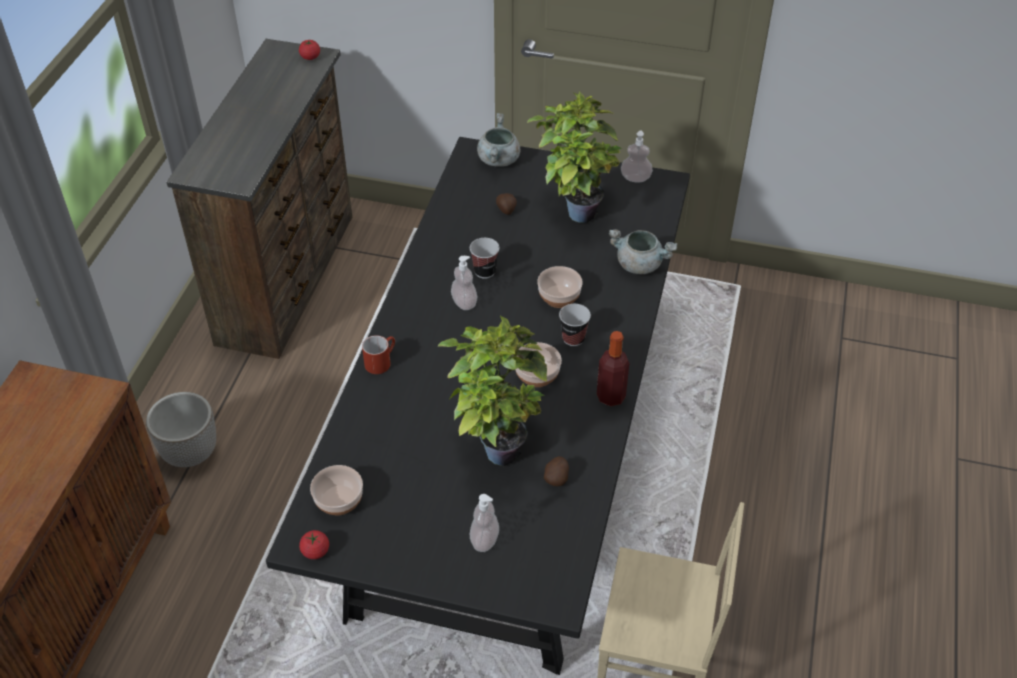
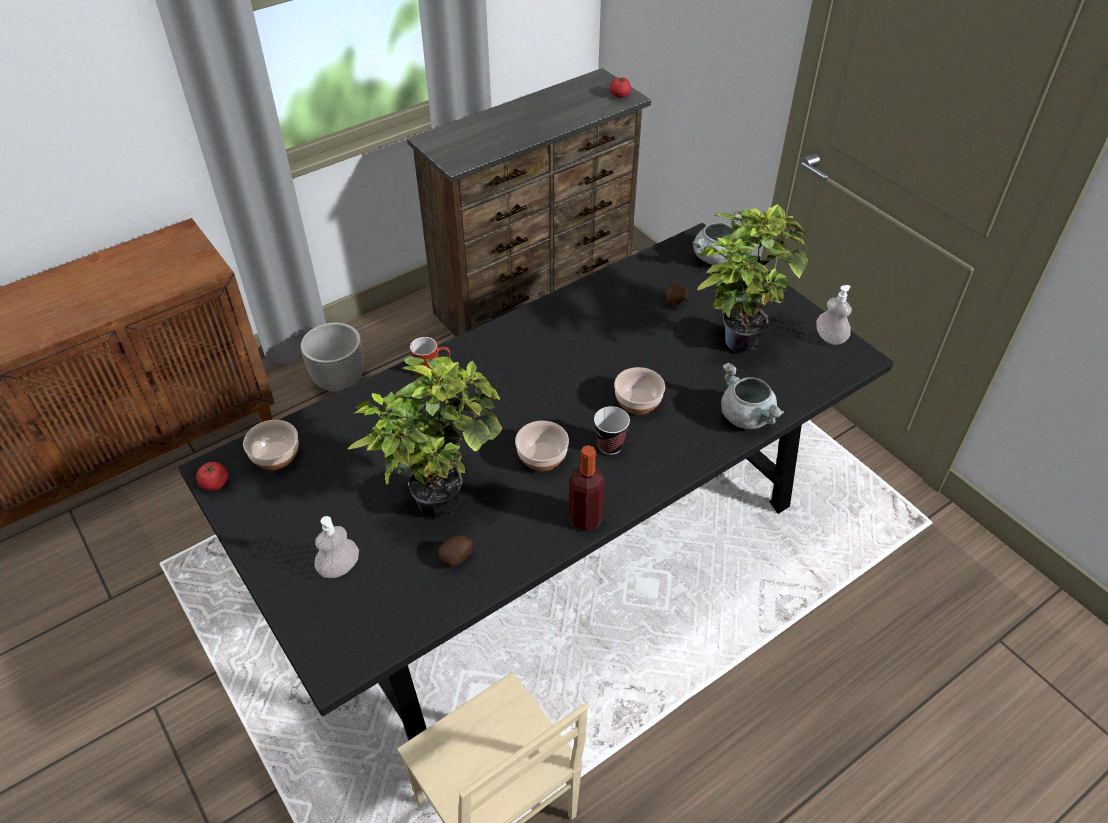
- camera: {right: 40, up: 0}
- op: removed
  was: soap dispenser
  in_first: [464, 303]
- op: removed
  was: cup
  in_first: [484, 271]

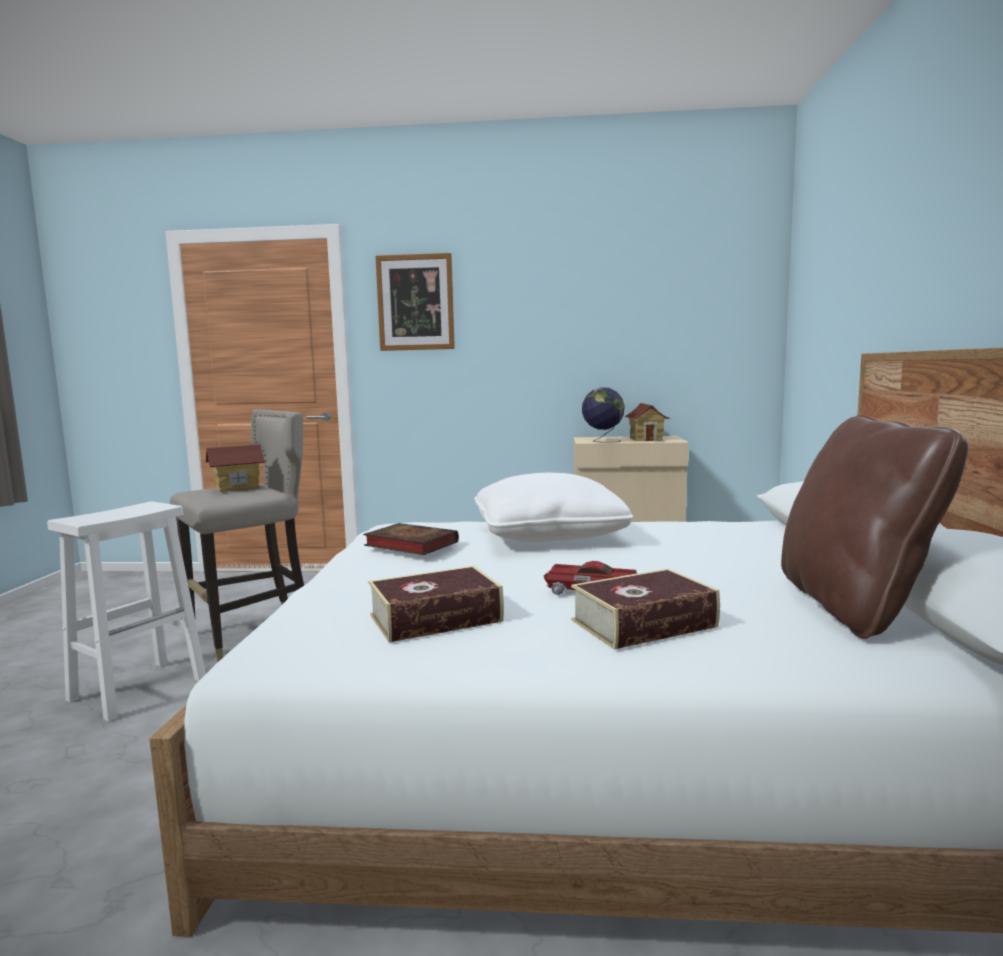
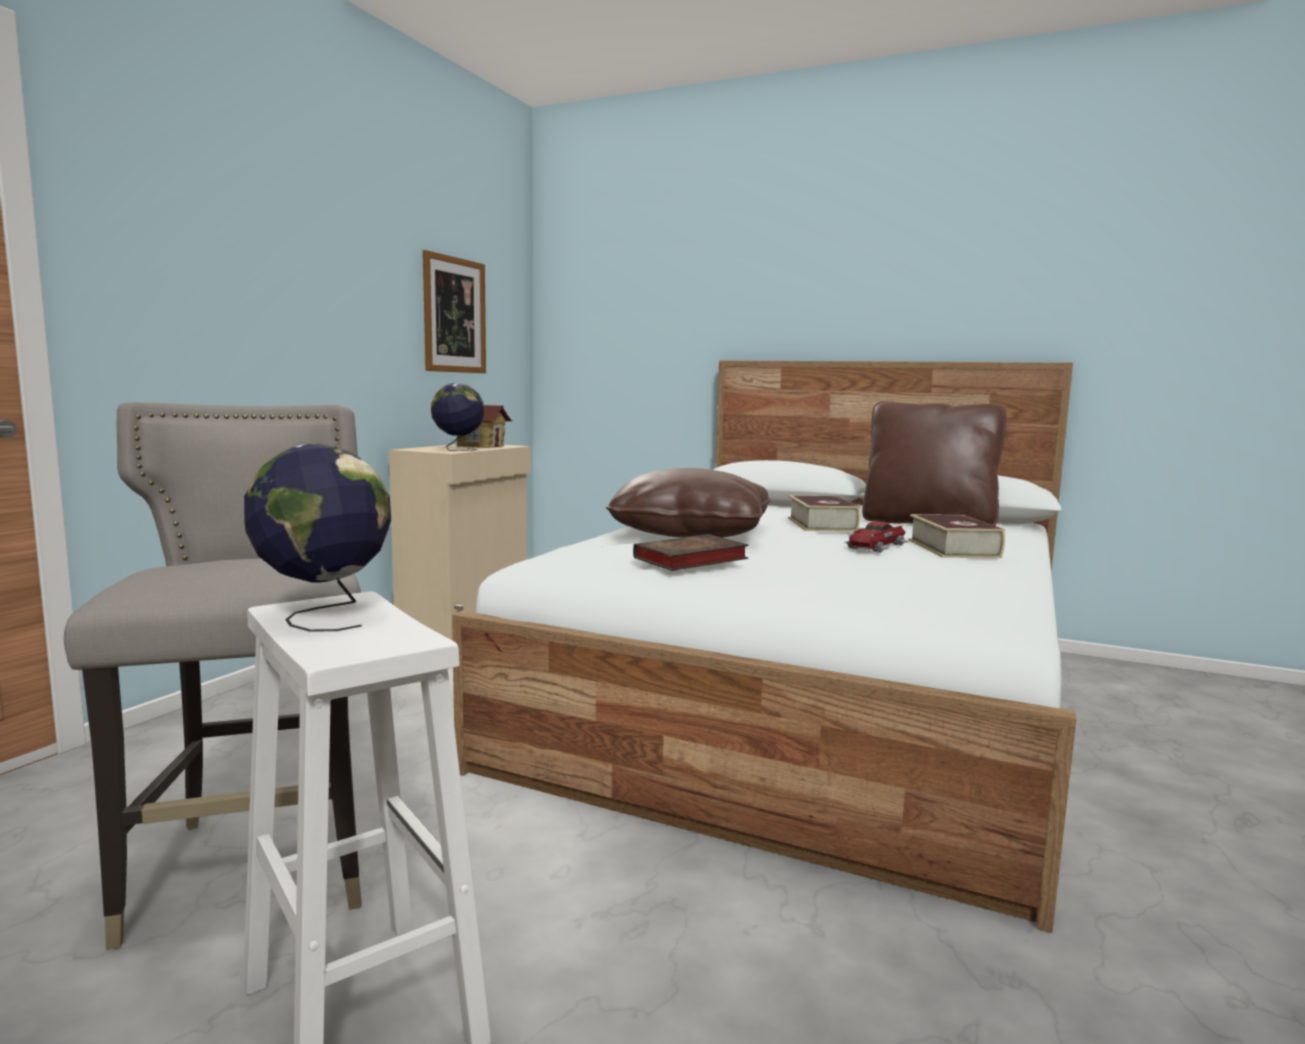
- camera: {right: -70, up: 0}
- op: removed
  was: toy house
  in_first: [237, 488]
- op: added
  now: globe
  in_second: [324, 616]
- op: moved
  was: book
  in_first: [435, 618]
  in_second: [821, 524]
- op: moved
  was: picture
  in_first: [415, 302]
  in_second: [454, 315]
- op: recoloured
  was: pillow/white
  now: pillow/brown
  in_first: [548, 535]
  in_second: [691, 534]

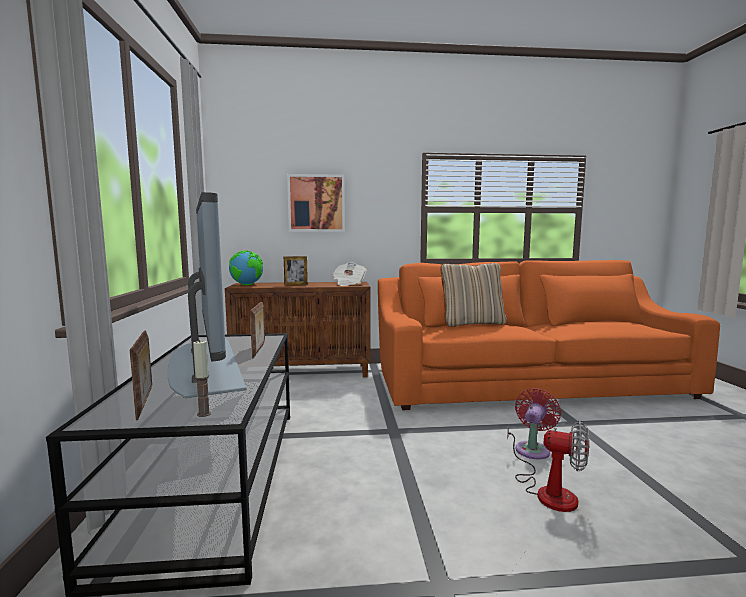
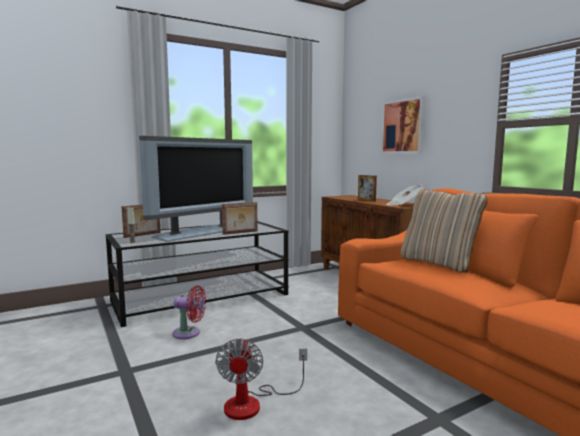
- camera: {right: 65, up: 0}
- op: removed
  was: globe
  in_first: [247, 285]
- op: moved
  was: fan/red
  in_first: [533, 449]
  in_second: [189, 333]

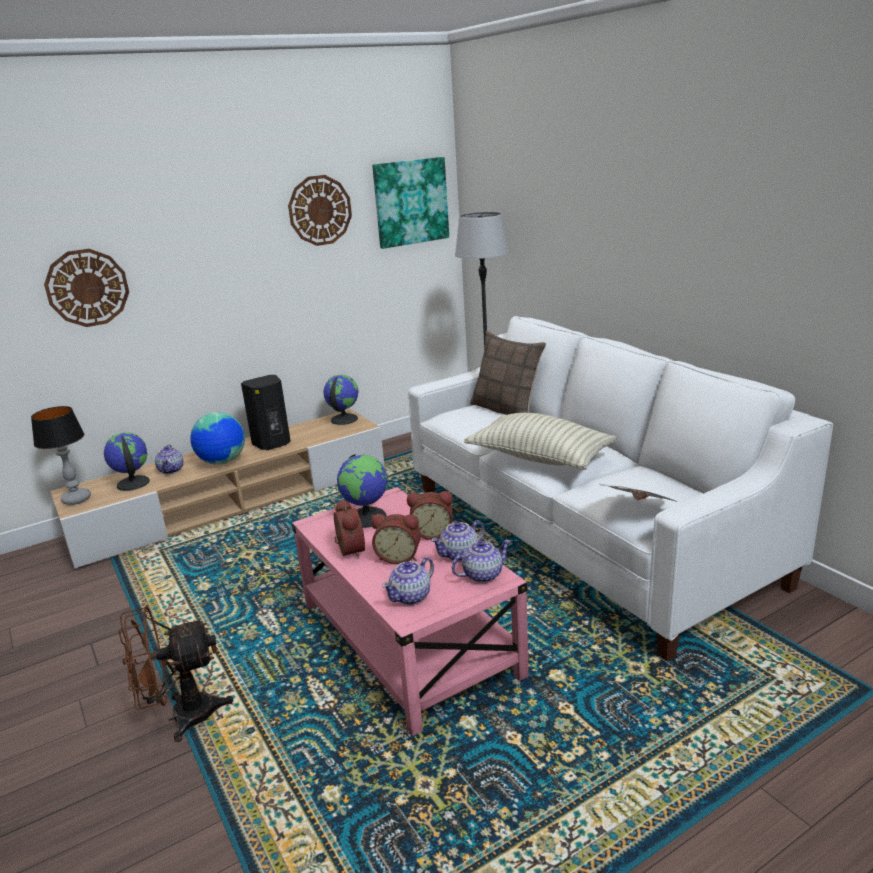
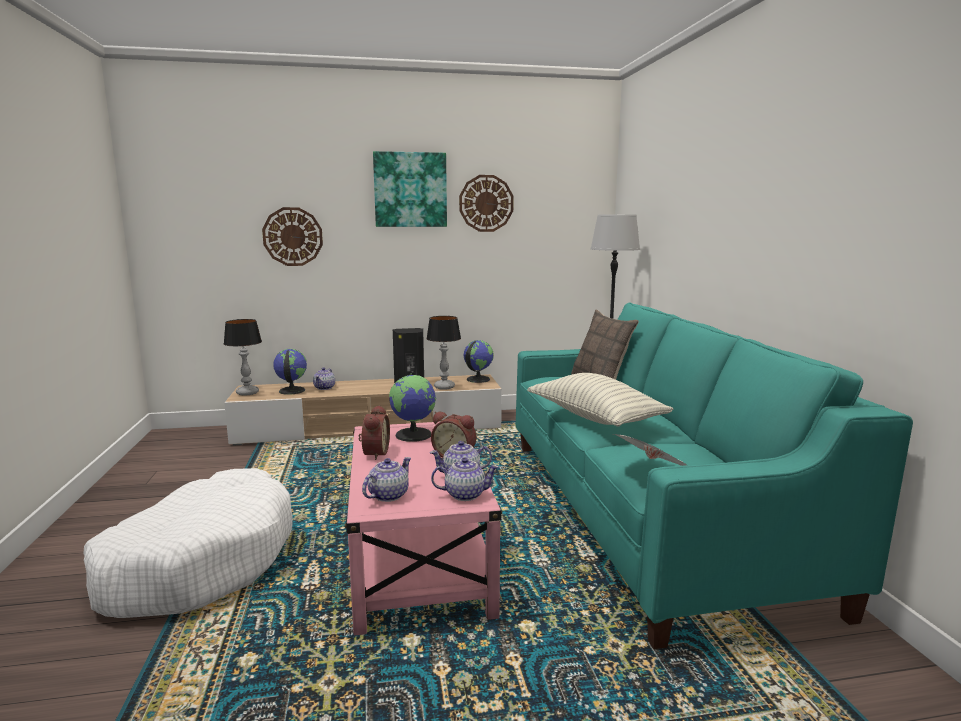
- camera: {right: 20, up: -10}
- op: removed
  was: globe
  in_first: [222, 462]
- op: removed
  was: alarm clock
  in_first: [399, 557]
- op: added
  now: table lamp
  in_second: [443, 387]
- op: moved
  was: picture
  in_first: [410, 202]
  in_second: [410, 190]
- op: replaced
  was: fan/brown
  now: dog bed/white
  in_first: [182, 717]
  in_second: [200, 561]
- op: recoloured
  was: sofa/white
  now: sofa/turquoise
  in_first: [584, 534]
  in_second: [644, 513]
- op: turned
  was: teapot
  in_first: [411, 596]
  in_second: [387, 495]
  clockwise: 150

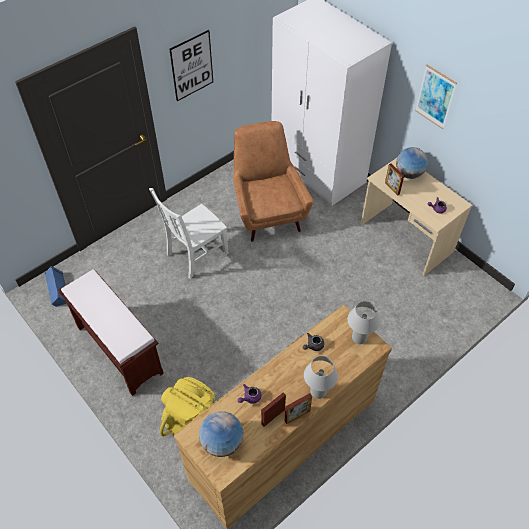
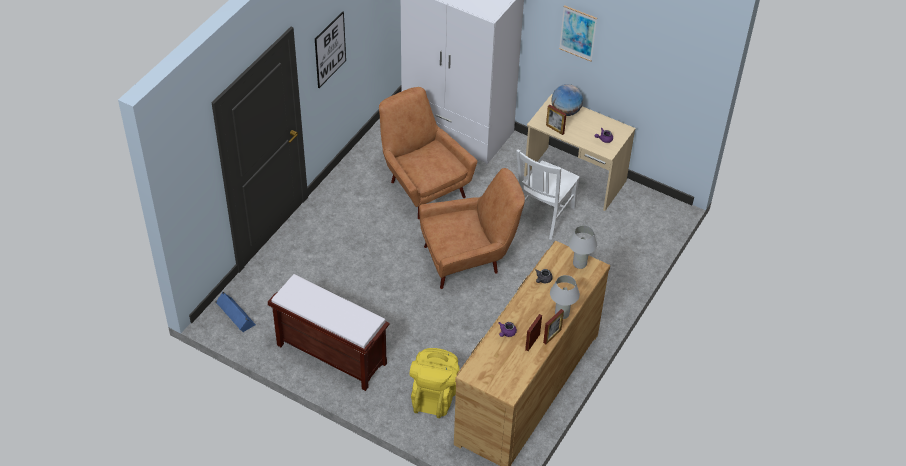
- camera: {right: -20, up: -5}
- op: removed
  was: globe
  in_first: [222, 442]
- op: added
  now: armchair/brown
  in_second: [469, 259]
- op: moved
  was: chair/white
  in_first: [195, 255]
  in_second: [543, 216]

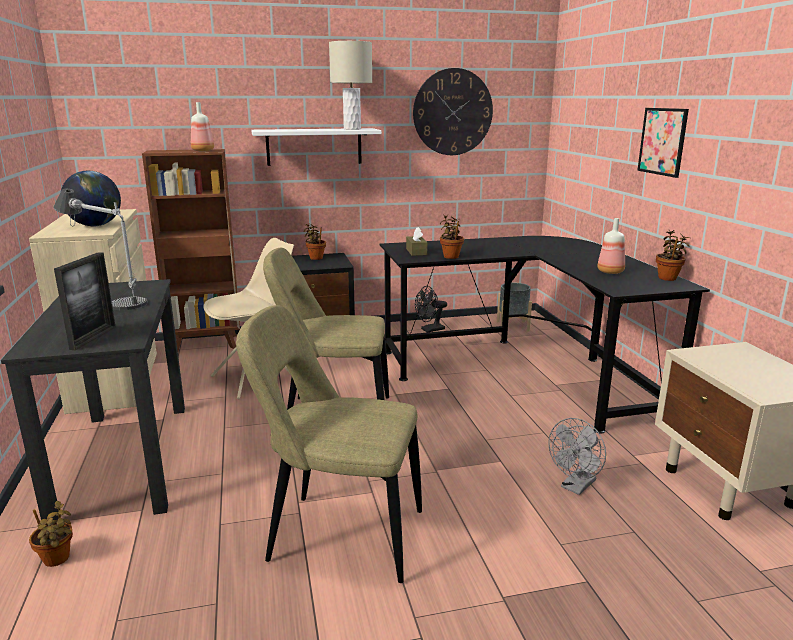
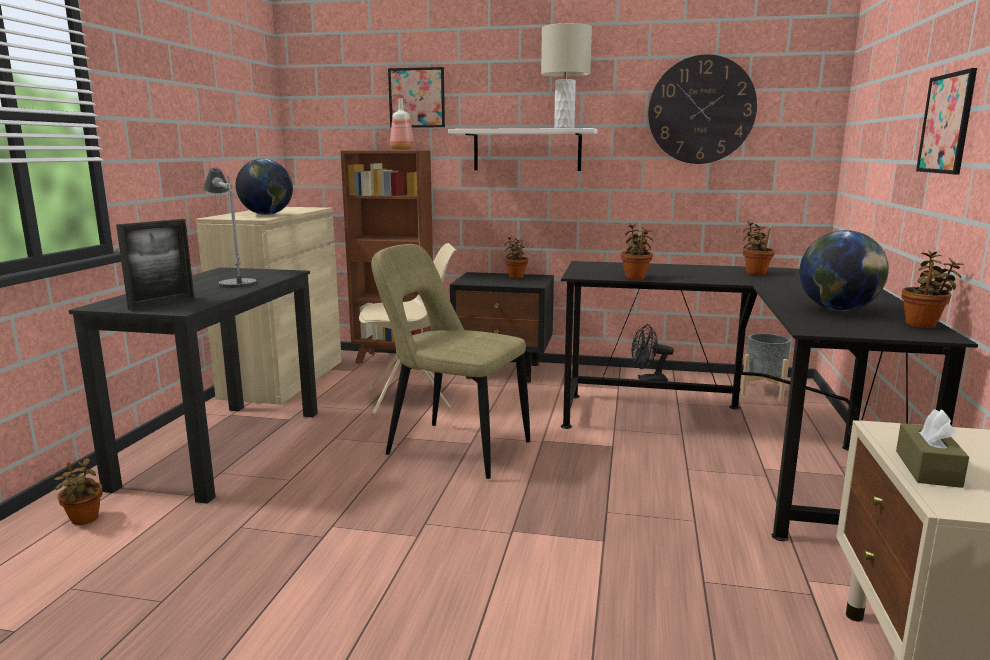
- camera: {right: 25, up: -5}
- op: removed
  was: chair/beige
  in_first: [339, 535]
- op: removed
  was: fan/grey
  in_first: [575, 487]
- op: added
  now: picture
  in_second: [417, 98]
- op: added
  now: potted plant
  in_second: [755, 273]
- op: moved
  was: tissue box/brown
  in_first: [416, 252]
  in_second: [927, 468]
- op: replaced
  was: bottle
  now: globe
  in_first: [611, 272]
  in_second: [837, 310]

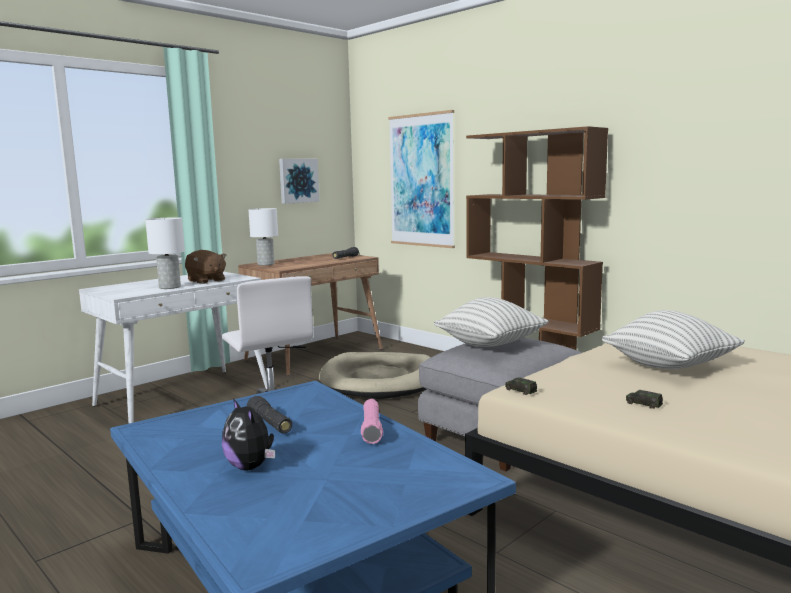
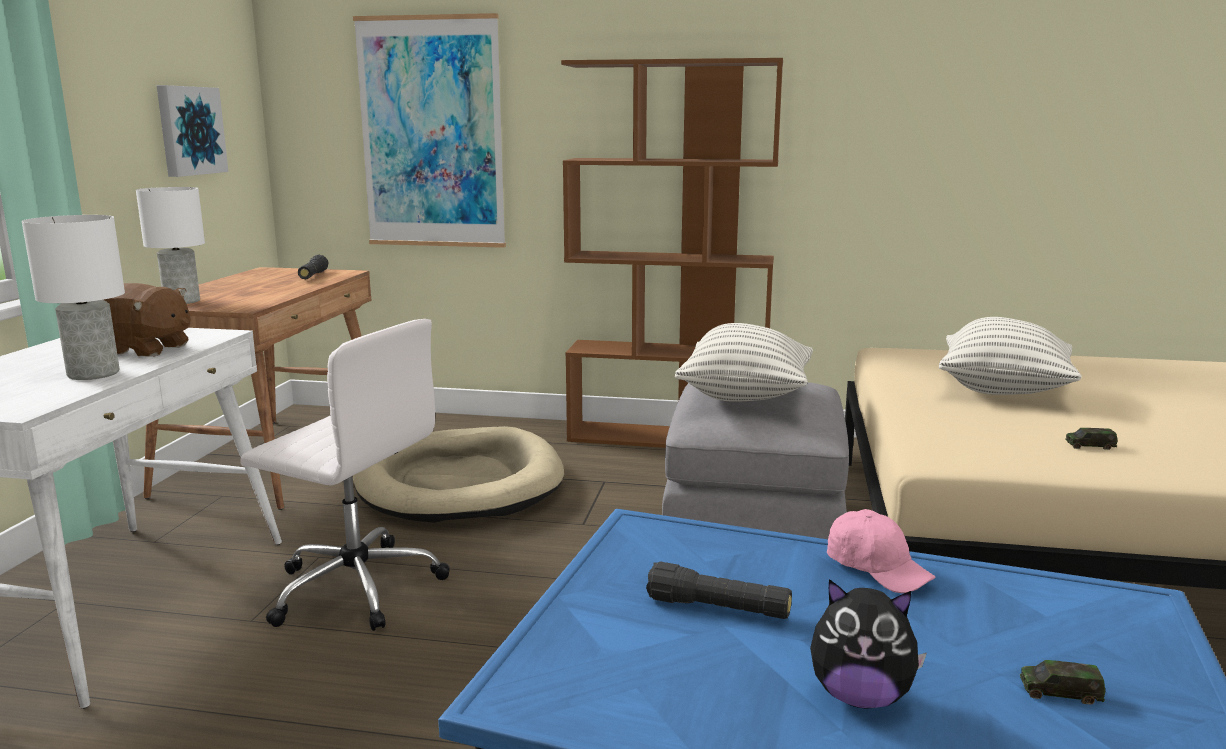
- camera: {right: -35, up: 5}
- op: moved
  was: toy car
  in_first: [520, 391]
  in_second: [1060, 693]
- op: replaced
  was: flashlight/pink
  now: cap/pink
  in_first: [371, 429]
  in_second: [877, 569]

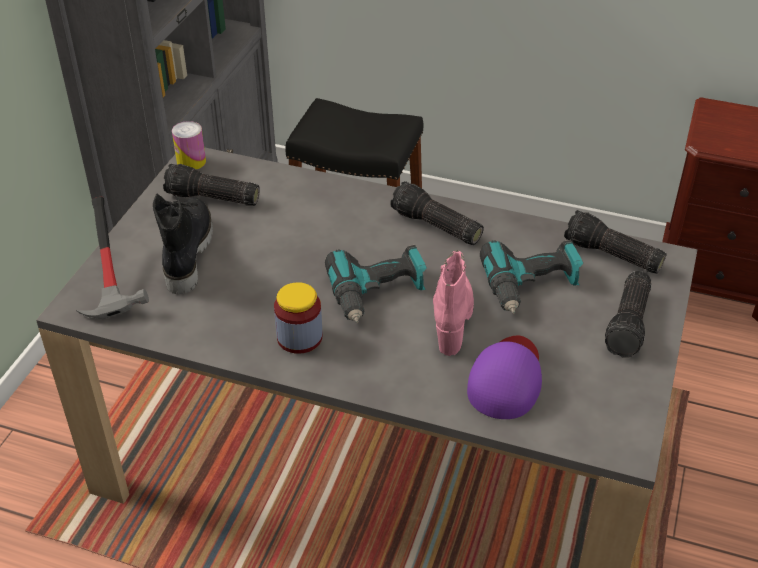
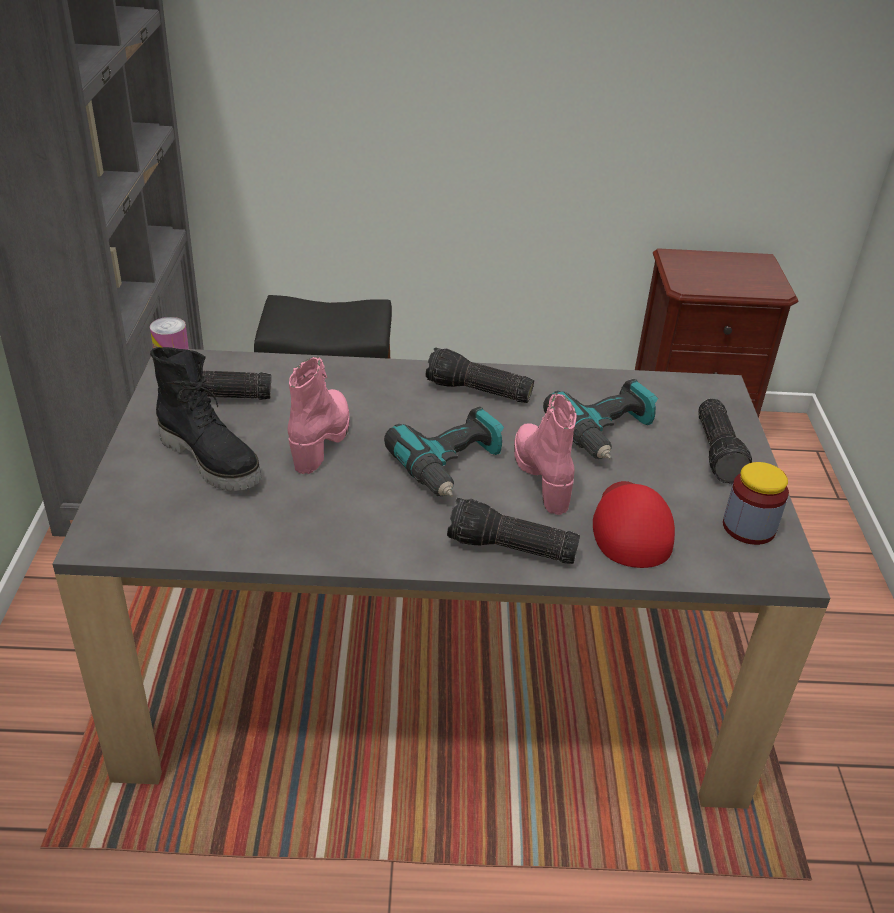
- camera: {right: -20, up: -5}
- op: removed
  was: hammer
  in_first: [116, 283]
- op: added
  now: boot/pink
  in_second: [321, 440]
- op: moved
  was: jar
  in_first: [299, 337]
  in_second: [748, 527]
- op: moved
  was: flashlight
  in_first: [611, 255]
  in_second: [510, 549]
- op: recoloured
  was: cap/purple
  now: cap/red
  in_first: [506, 379]
  in_second: [631, 527]
- op: turned
  was: boot/black
  in_first: [186, 253]
  in_second: [212, 460]
  clockwise: 150

